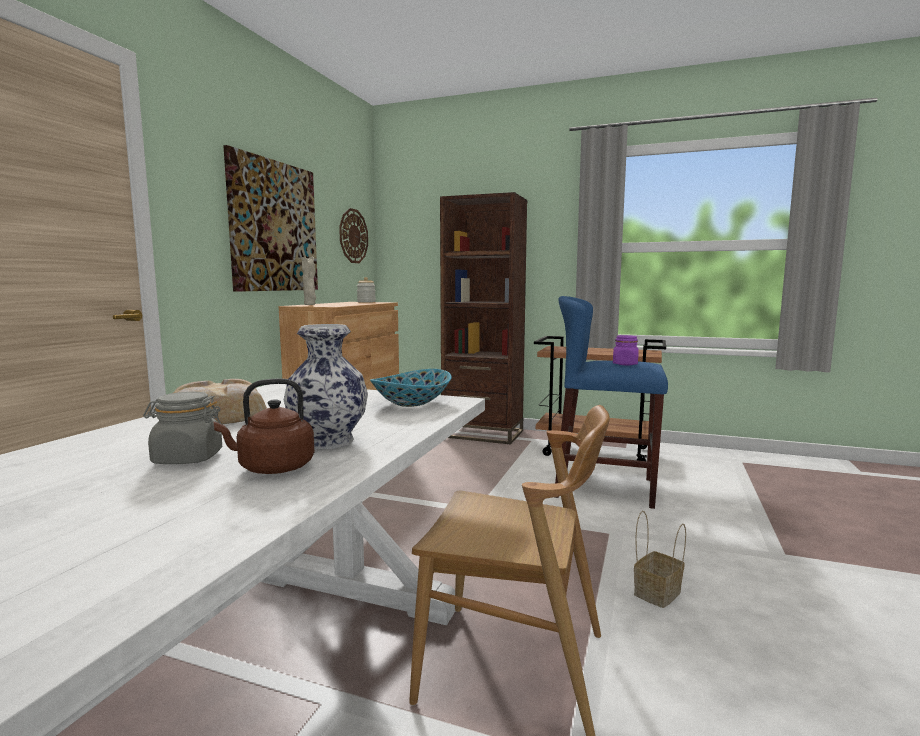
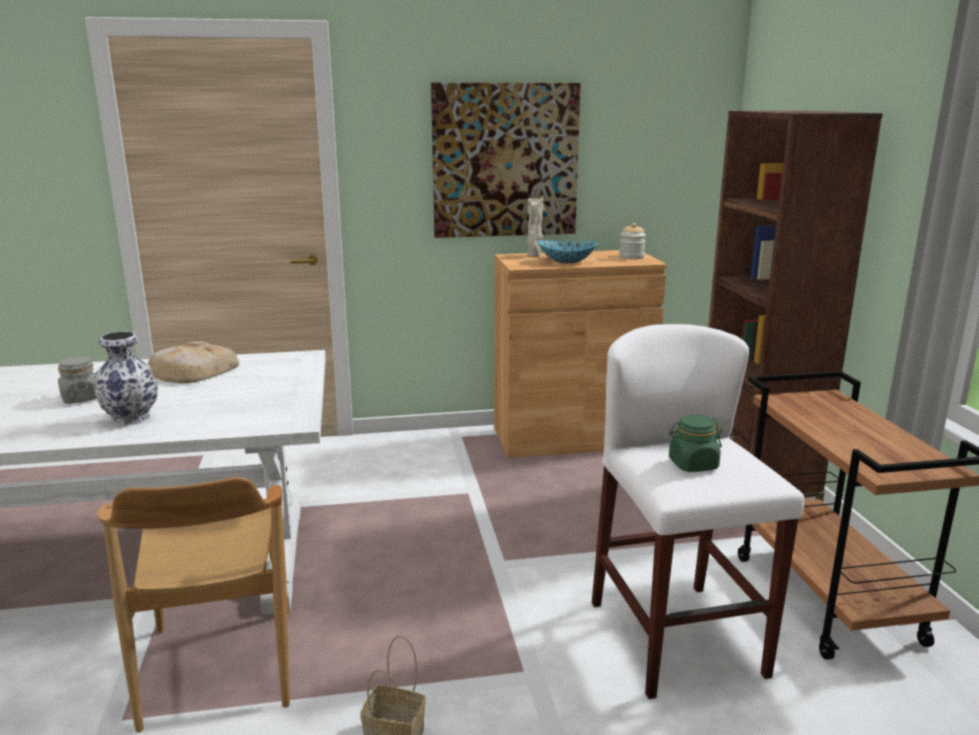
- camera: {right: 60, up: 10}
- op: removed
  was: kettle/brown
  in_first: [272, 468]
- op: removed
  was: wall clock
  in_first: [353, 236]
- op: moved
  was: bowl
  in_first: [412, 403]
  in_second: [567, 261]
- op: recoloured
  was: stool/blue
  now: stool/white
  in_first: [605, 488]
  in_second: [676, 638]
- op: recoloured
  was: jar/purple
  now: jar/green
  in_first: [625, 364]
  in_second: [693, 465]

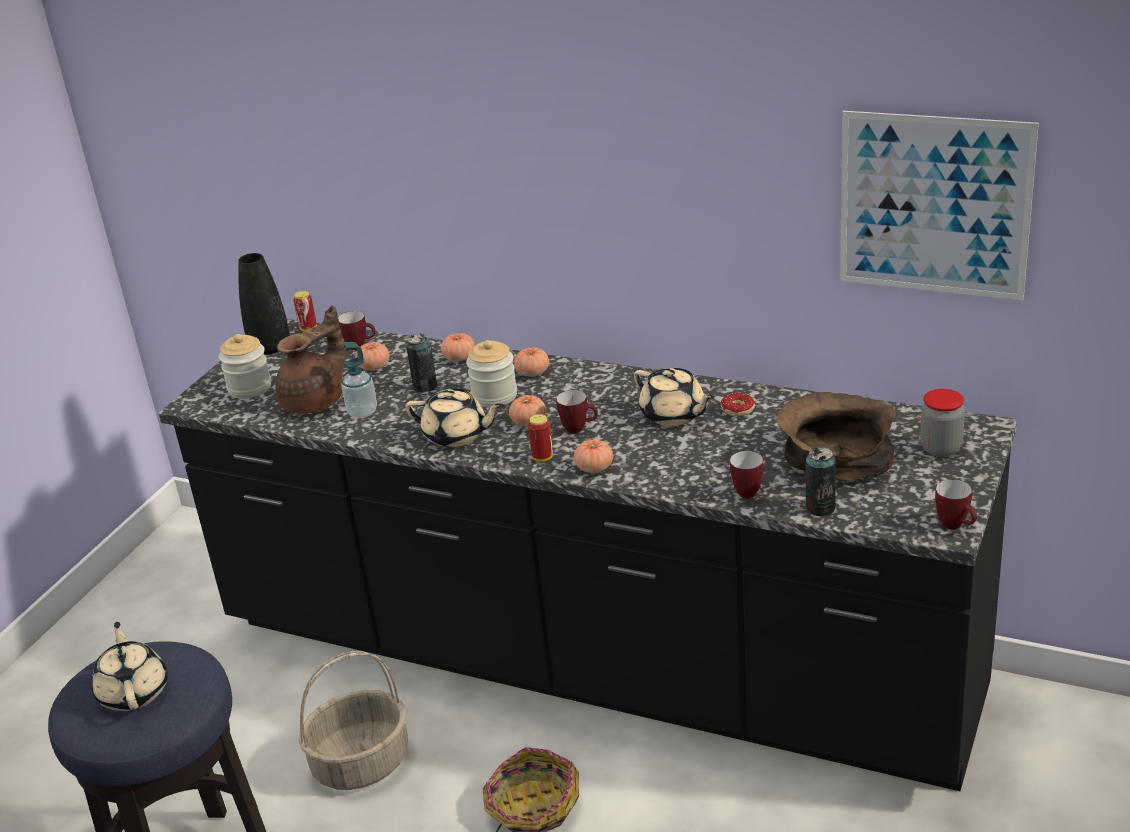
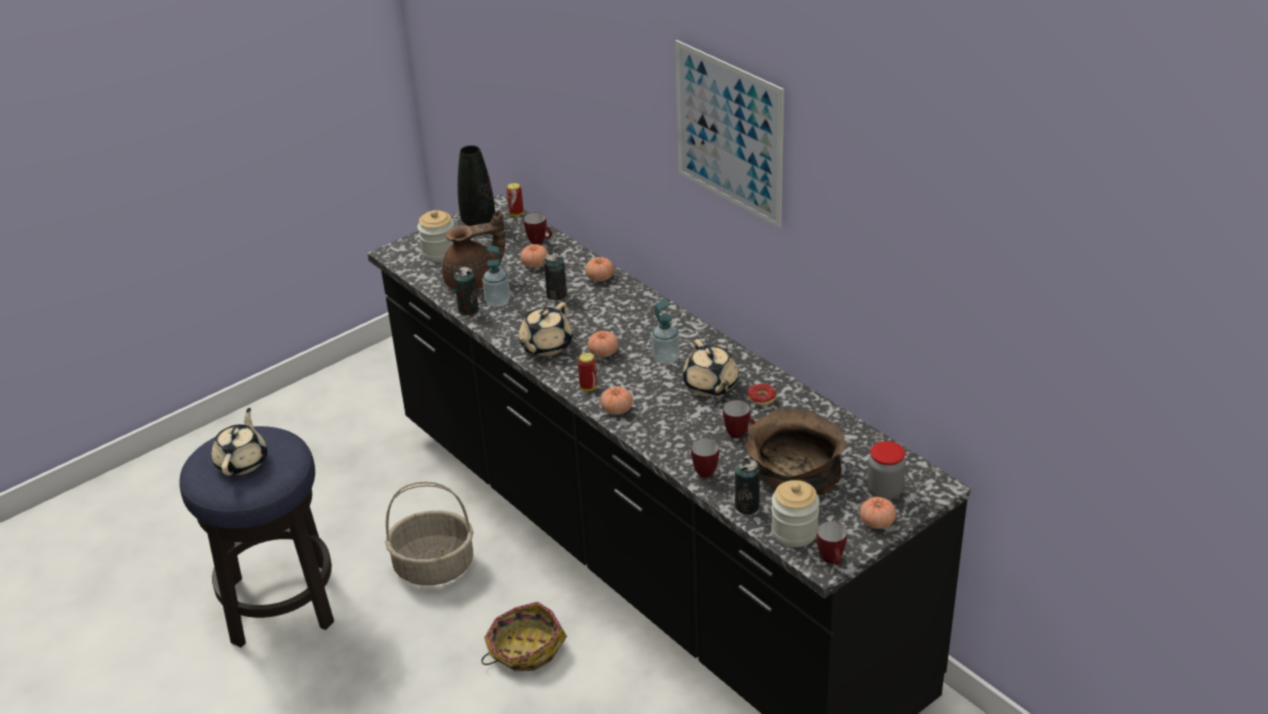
- camera: {right: 25, up: 5}
- op: added
  now: can
  in_second: [468, 310]
- op: added
  now: soap dispenser
  in_second: [666, 358]
- op: moved
  was: jar
  in_first: [494, 396]
  in_second: [794, 532]
- op: moved
  was: tomato
  in_first: [532, 373]
  in_second: [877, 522]
- op: moved
  was: mug
  in_first: [579, 429]
  in_second: [740, 435]
- op: moved
  was: picture
  in_first: [934, 205]
  in_second: [728, 133]
- op: turned
  was: teapot/beige
  in_first: [456, 435]
  in_second: [545, 346]
  clockwise: 75

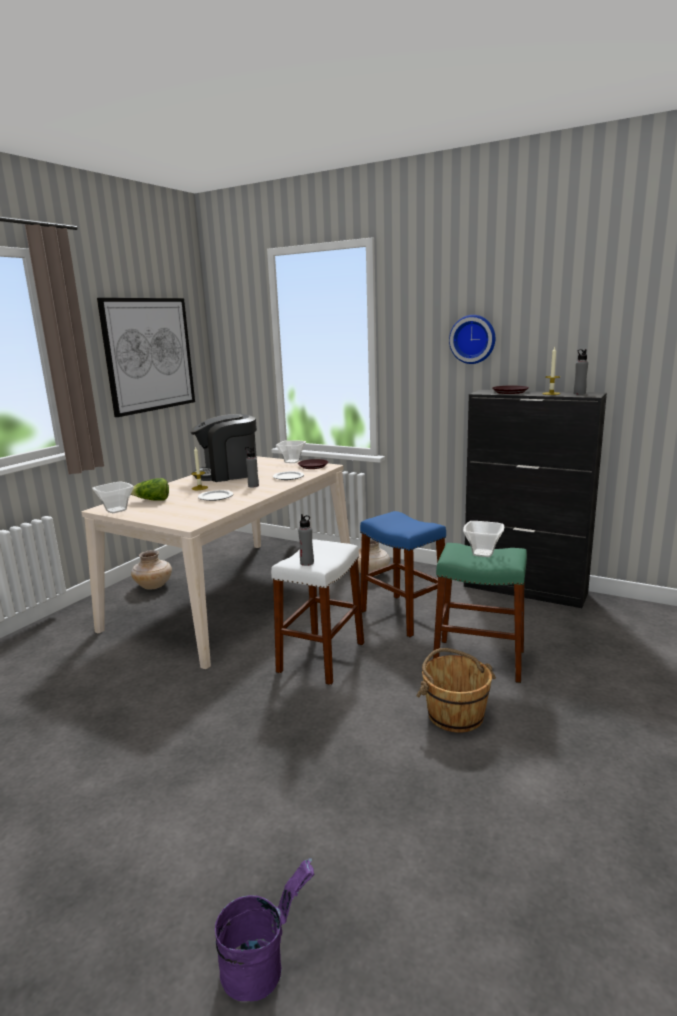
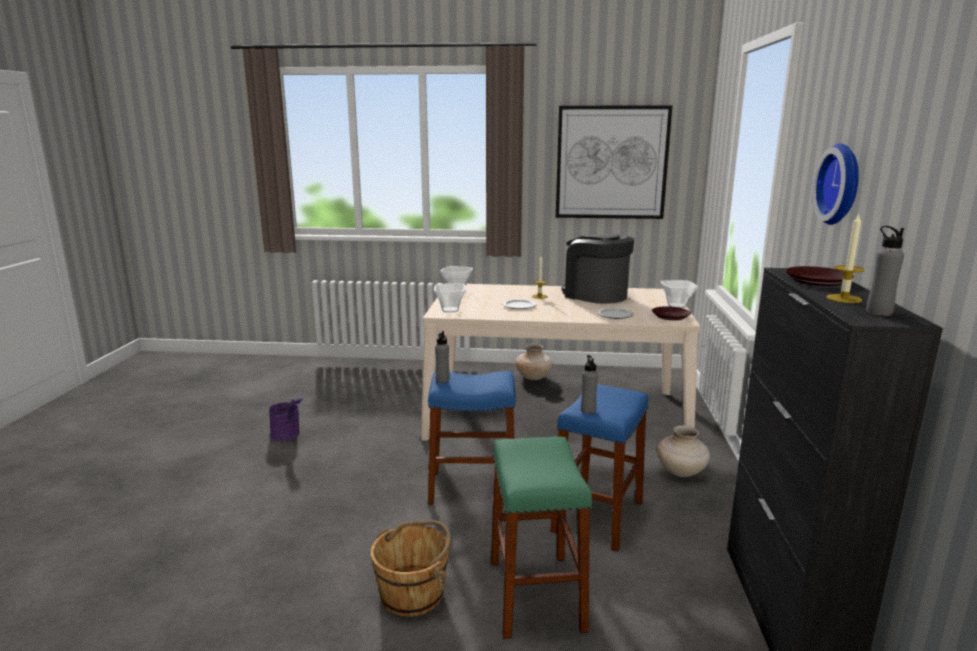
- camera: {right: 65, up: 0}
- op: removed
  was: lettuce
  in_first: [152, 500]
- op: moved
  was: bucket/purple
  in_first: [263, 965]
  in_second: [288, 436]
- op: moved
  was: bottle/grey
  in_first: [253, 486]
  in_second: [588, 410]
- op: moved
  was: bowl
  in_first: [482, 553]
  in_second: [451, 310]
- op: recoloured
  was: stool/white
  now: stool/blue
  in_first: [321, 657]
  in_second: [473, 487]

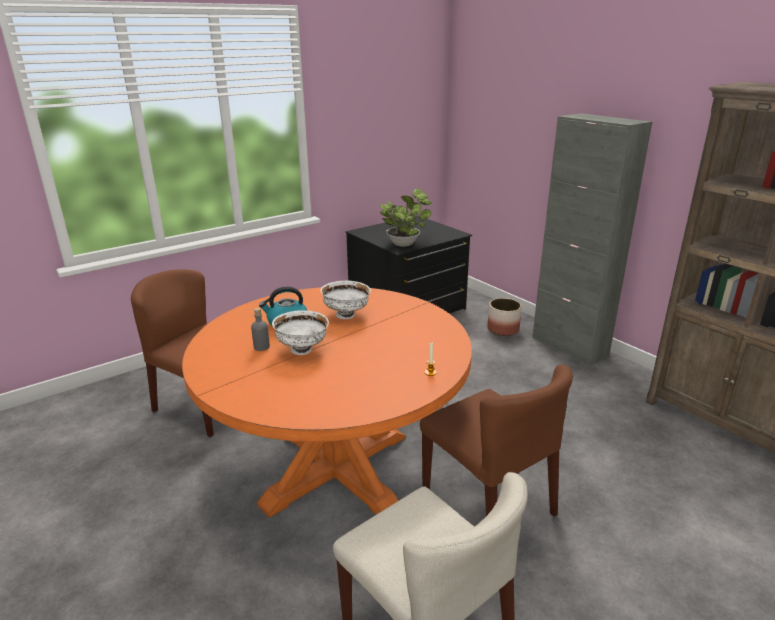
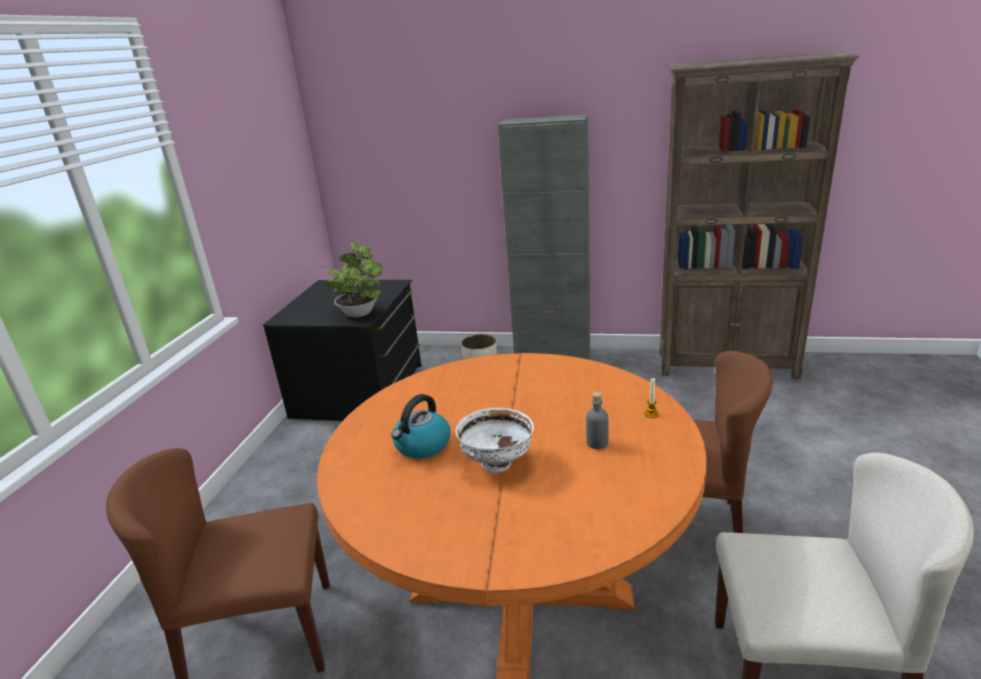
- camera: {right: -40, up: 0}
- op: removed
  was: bowl/white
  in_first: [346, 315]
- op: moved
  was: bottle/grey
  in_first: [261, 347]
  in_second: [597, 443]

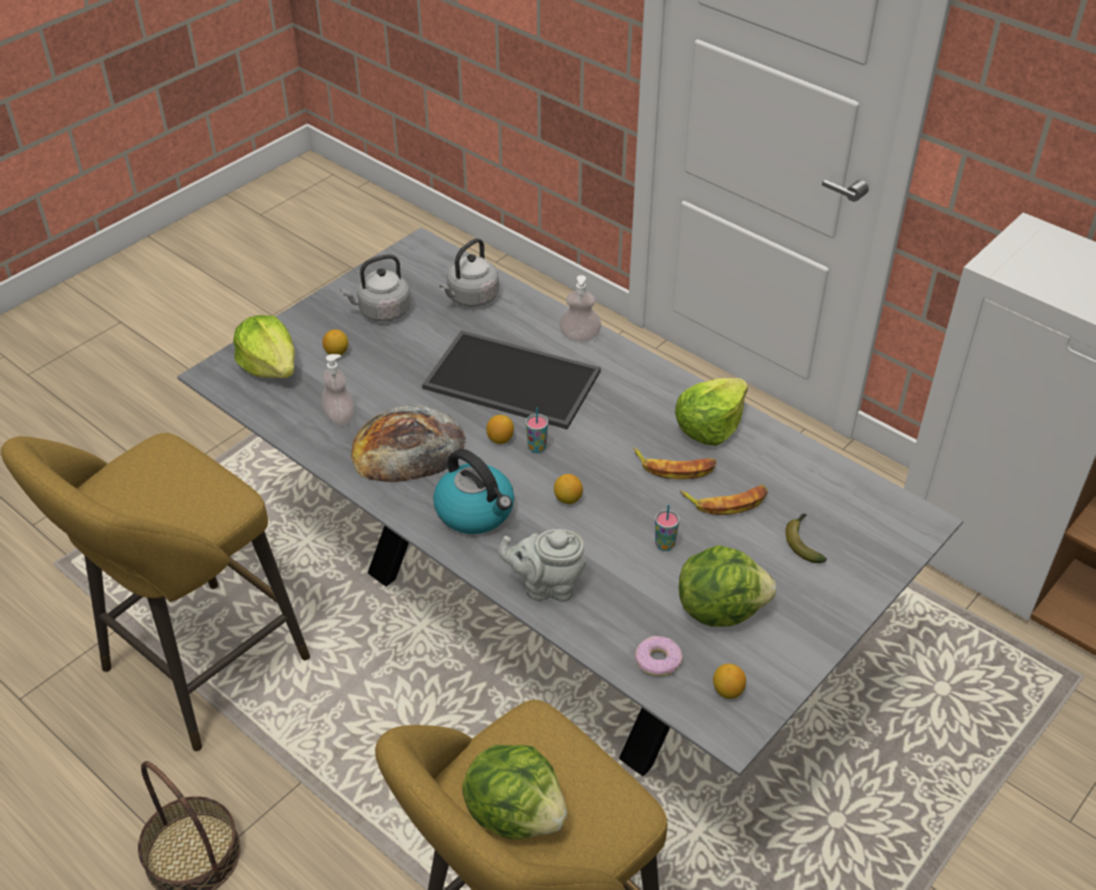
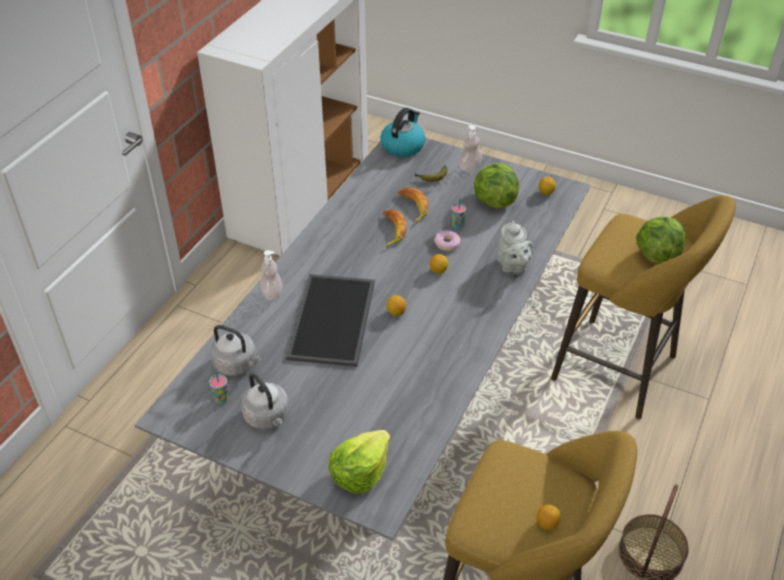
- camera: {right: -105, up: 0}
- op: removed
  was: bread
  in_first: [408, 446]
- op: removed
  was: lettuce
  in_first: [709, 426]
- op: moved
  was: lemon
  in_first: [337, 353]
  in_second: [547, 523]
- op: moved
  was: soap dispenser
  in_first: [340, 416]
  in_second: [469, 167]
- op: moved
  was: kettle
  in_first: [476, 511]
  in_second: [403, 146]
- op: moved
  was: cup
  in_first: [537, 448]
  in_second: [221, 399]
- op: moved
  was: donut
  in_first: [657, 661]
  in_second: [447, 244]

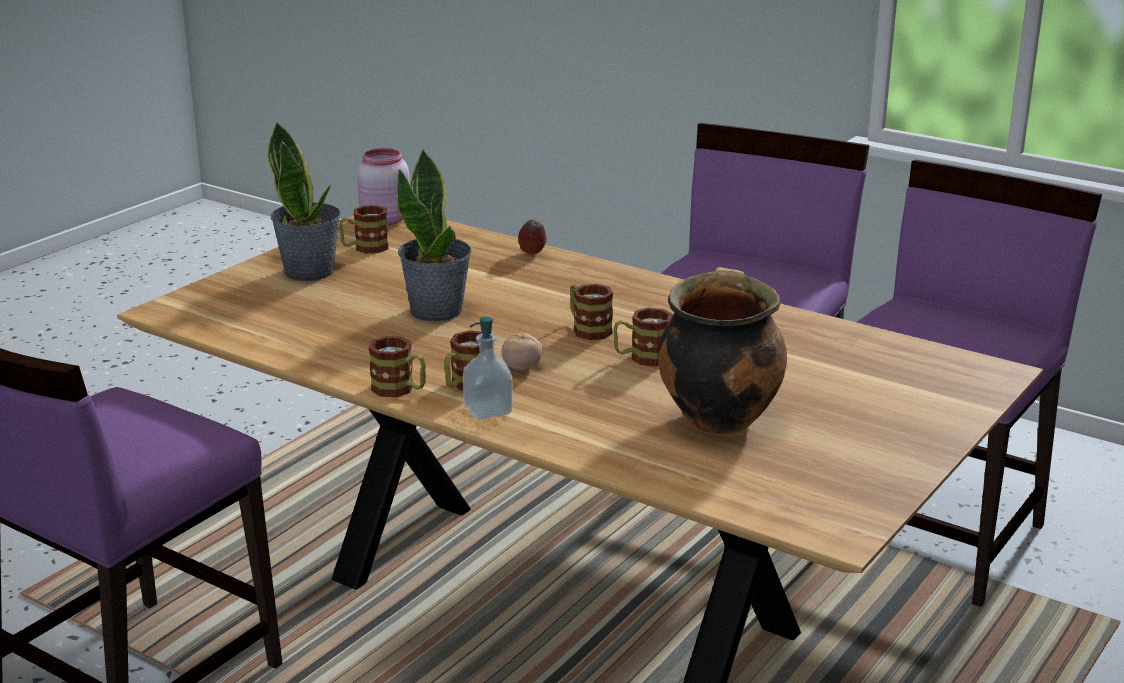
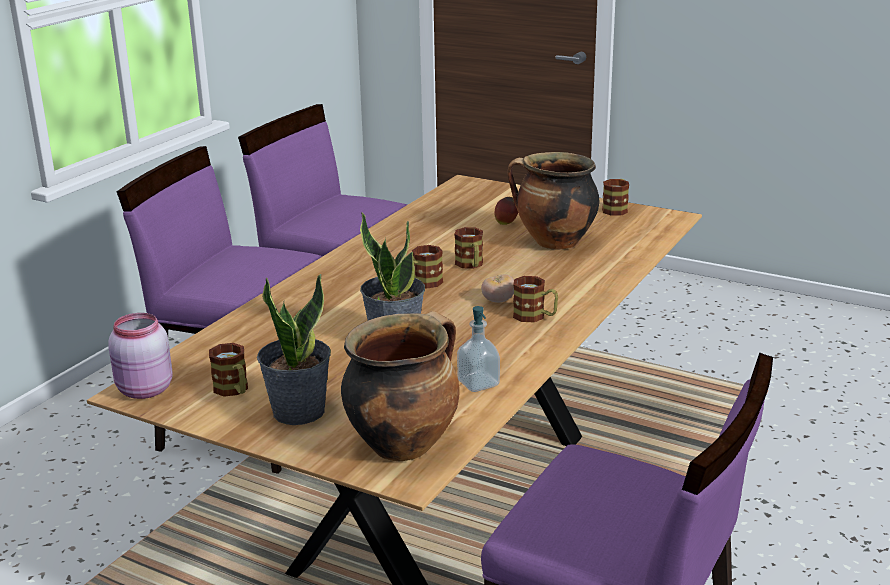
- camera: {right: -95, up: 0}
- op: added
  now: cooking pot
  in_second: [403, 444]
- op: moved
  was: mug
  in_first: [400, 390]
  in_second: [616, 209]
- op: moved
  was: soap dispenser
  in_first: [488, 410]
  in_second: [478, 383]
- op: moved
  was: apple
  in_first: [532, 254]
  in_second: [506, 224]

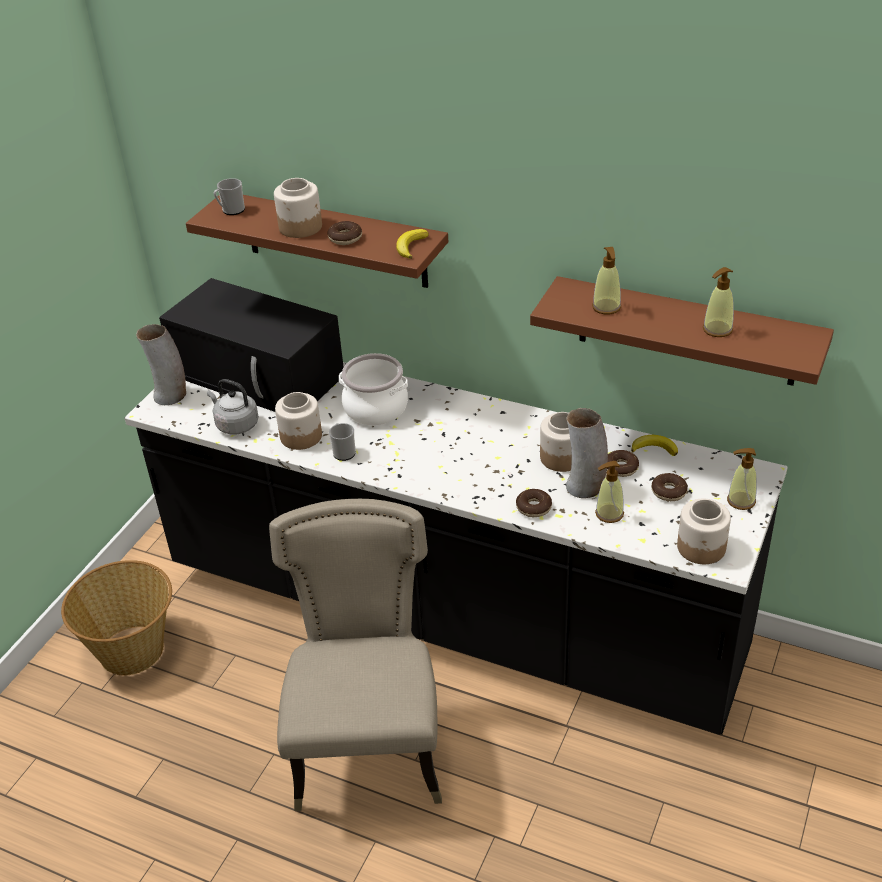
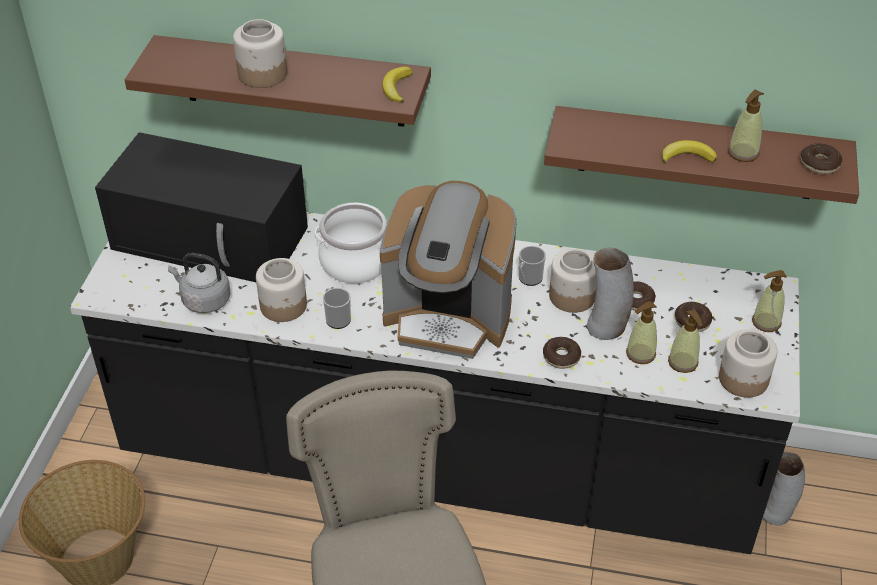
- camera: {right: -15, up: 5}
- op: added
  now: coffee machine
  in_second: [448, 317]
- op: moved
  was: vase
  in_first: [171, 395]
  in_second: [776, 511]
- op: moved
  was: mug
  in_first: [231, 210]
  in_second: [528, 279]
- op: moved
  was: donut
  in_first: [345, 238]
  in_second: [819, 164]
- op: moved
  was: soap dispenser
  in_first: [606, 307]
  in_second: [683, 362]
- op: moved
  was: banana
  in_first: [654, 448]
  in_second: [687, 156]

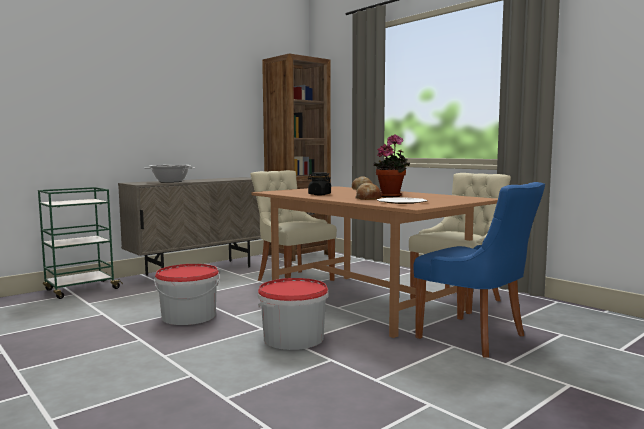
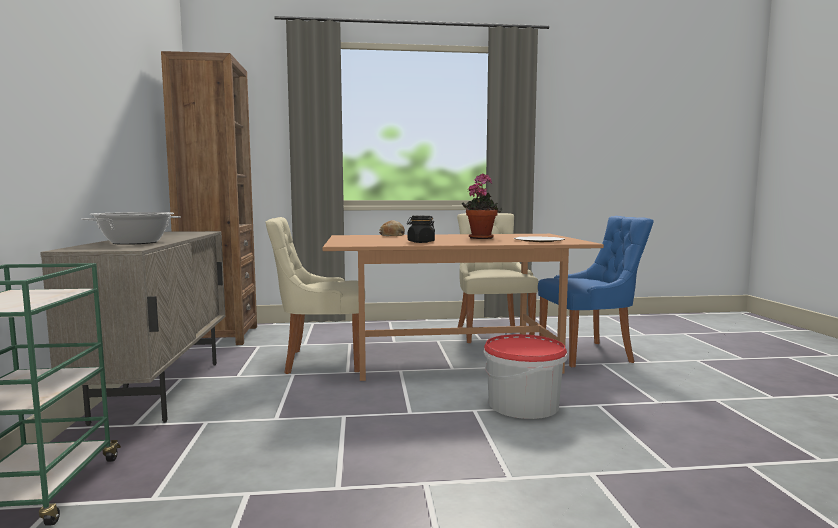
- camera: {right: -55, up: 0}
- op: removed
  was: bucket
  in_first: [188, 316]
- op: removed
  was: bread
  in_first: [368, 198]

